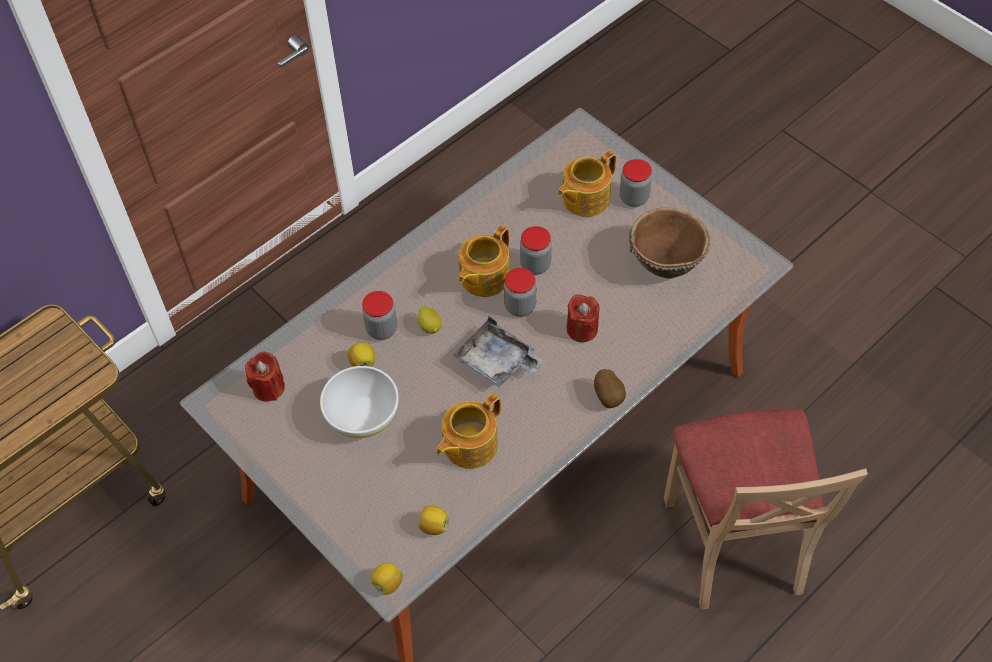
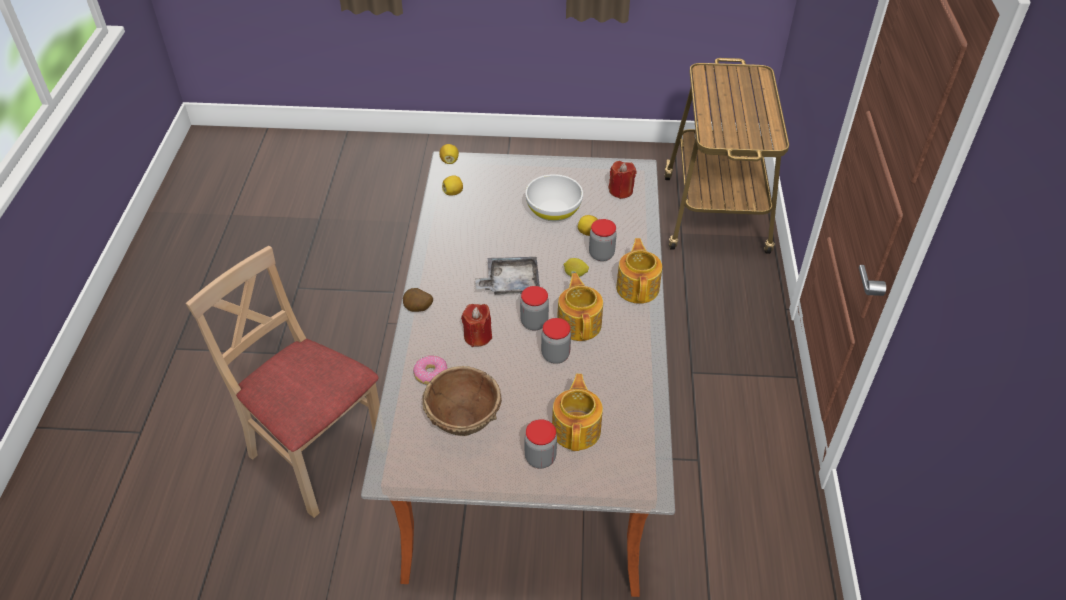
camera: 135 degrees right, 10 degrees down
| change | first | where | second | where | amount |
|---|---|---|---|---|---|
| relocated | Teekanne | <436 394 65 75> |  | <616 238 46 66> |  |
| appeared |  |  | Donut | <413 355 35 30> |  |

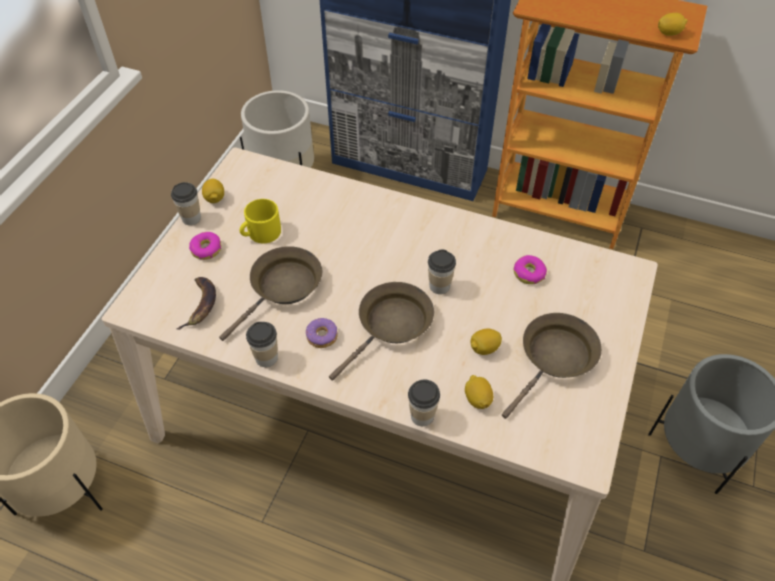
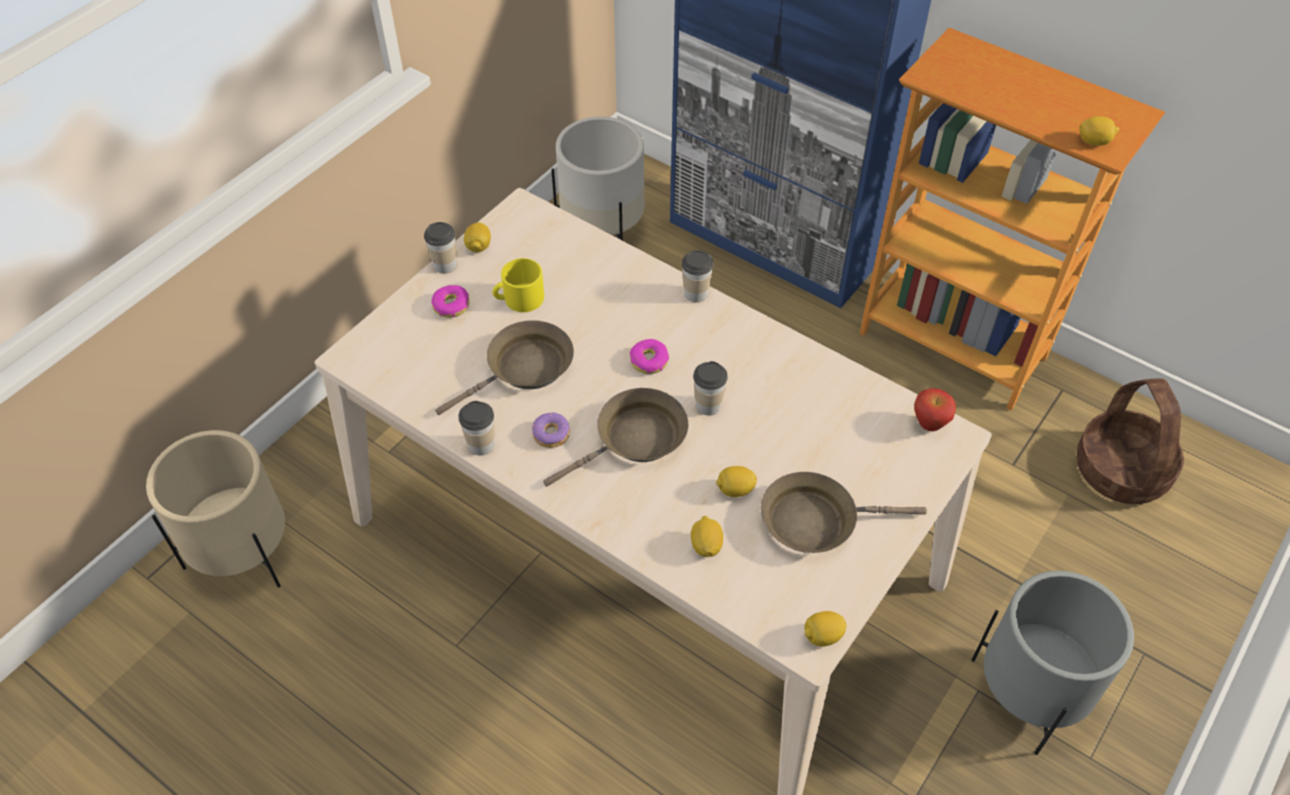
camera: 15 degrees right, 0 degrees up
| change | first | where | second | where | amount |
|---|---|---|---|---|---|
| relocated | Donut | <514 255 33 29> |  | <630 339 39 35> |  |
| missing | Banane | <177 277 39 53> |  |  |  |
| spun | Pfanne/braun | <502 313 100 106> |  | <761 472 166 81> | 150 degrees counterclockwise |
| relocated | Tasse | <408 380 32 46> |  | <682 250 31 52> |  |
| appeared |  |  | Korb | <1077 378 107 126> |  |
| appeared |  |  | Apfel | <914 388 42 43> |  |
| appeared |  |  | Zitrone | <804 611 42 36> |  |

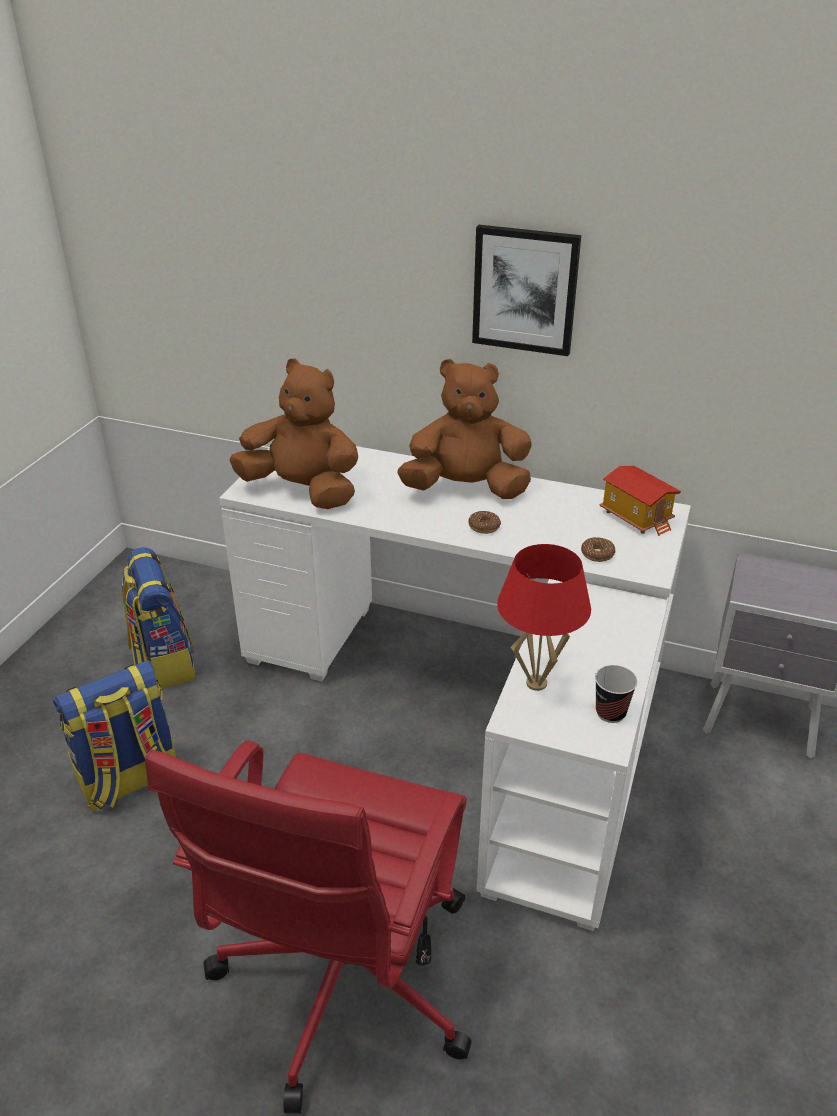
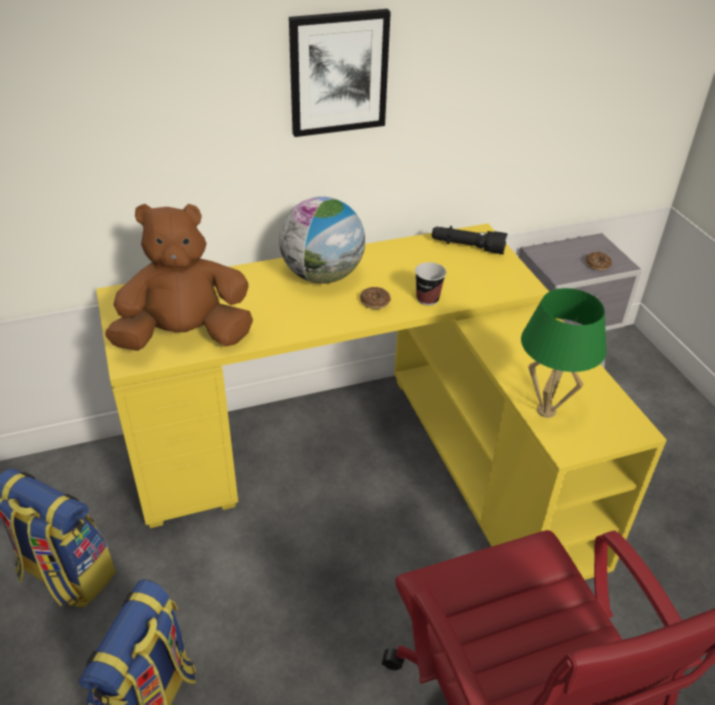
camera: 40 degrees left, 5 degrees up
| change | first | where | second | where | amount |
|---|---|---|---|---|---|
| exchanged | Plüschtier/braun | <397 359 135 140> | Globus | <279 197 86 87> |  |
| colour | Schreibtisch/weiß | <219 446 472 485> | Schreibtisch/gelb | <96 223 571 357> |  |
| exchanged | Spielzeughaus | <599 466 82 70> | Taschenlampe/schwarz | <432 226 75 28> |  |
| relocated | Donut | <581 537 34 25> |  | <585 252 27 19> |  |
| colour | Tischlampe/rot | <497 544 94 147> | Tischlampe/grün | <521 288 86 130> |  |
| relocated | Tasse | <595 665 43 58> |  | <415 262 31 44> |  |

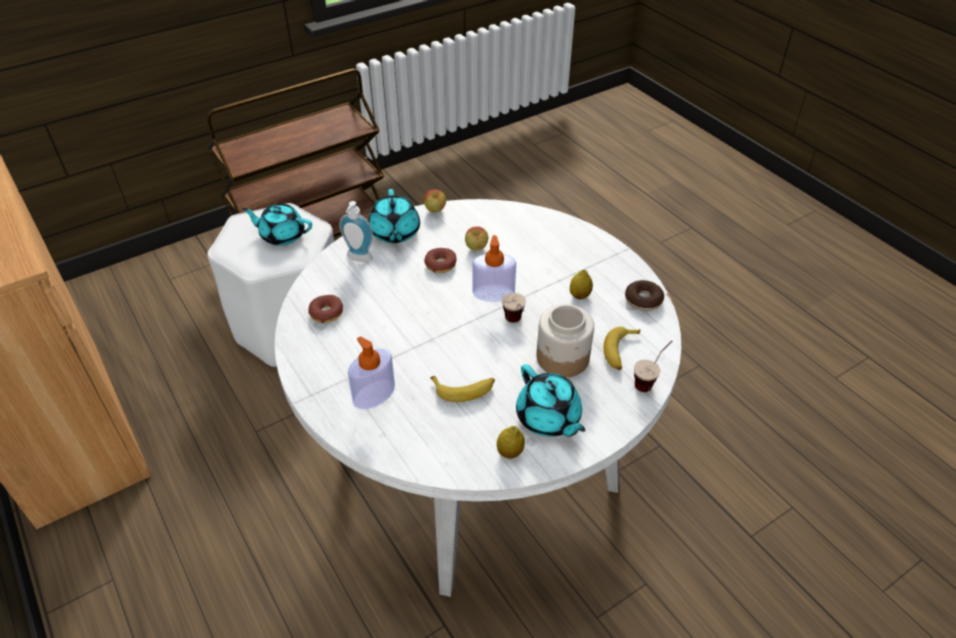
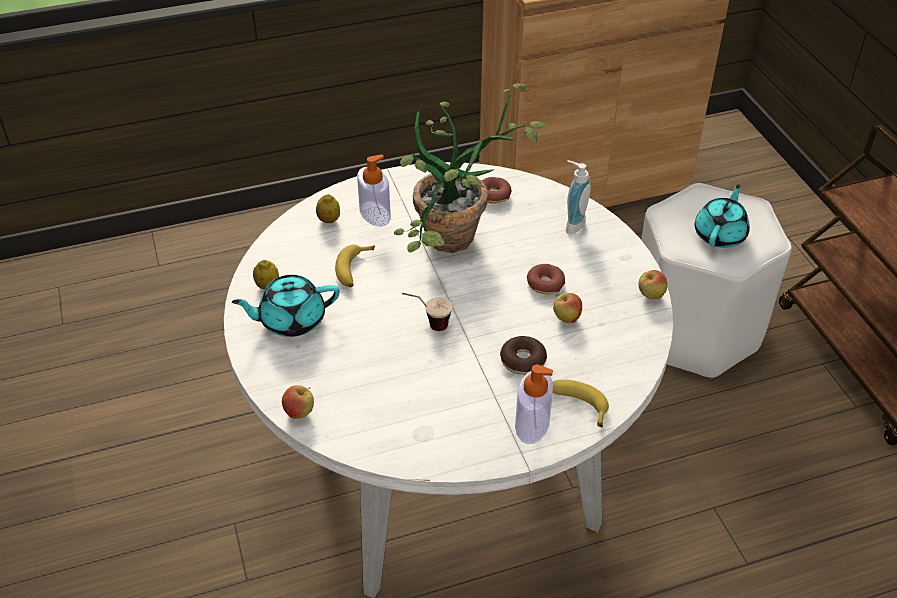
camera: 105 degrees right, 0 degrees up
| change | first | where | second | where | amount |
|---|---|---|---|---|---|
| missing | Teekanne/türkis | <368 189 52 54> |  |  |  |
| relocated | Seifenspender | <472 235 44 67> |  | <515 365 38 79> |  |
| relocated | Zitrone | <570 270 23 30> |  | <316 194 24 29> |  |
| relocated | Donut | <625 280 39 31> |  | <500 336 47 39> |  |
| missing | Vorratsglas | <536 304 58 73> |  |  |  |
| relocated | Banane | <604 327 37 43> |  | <552 379 57 48> |  |
| exchanged | Tasse | <634 340 38 52> | Apfel | <282 385 32 34> |  |
| appeared |  |  | Topfpflanze | <394 83 153 170> |  |

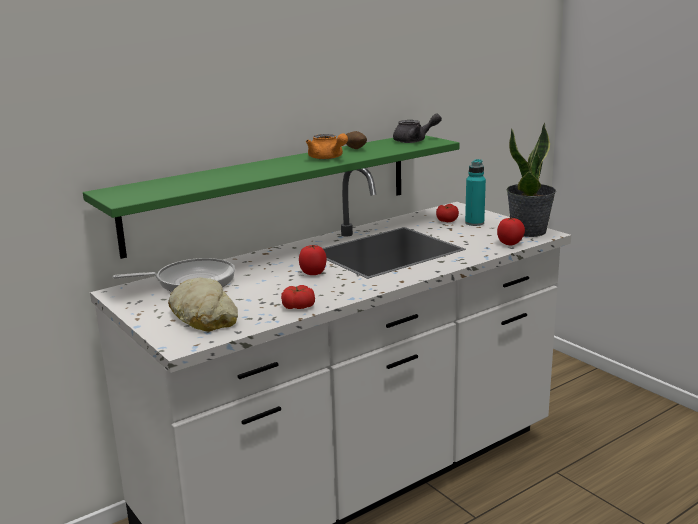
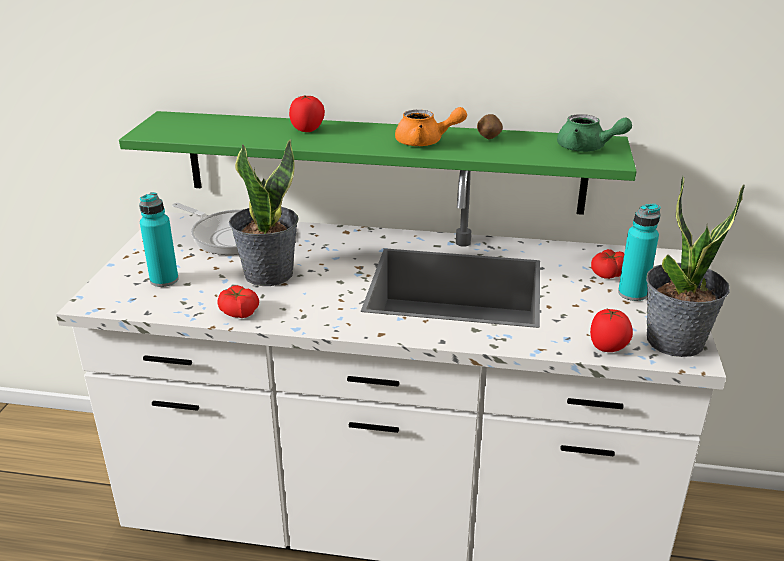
camera: 45 degrees right, 10 degrees up
| change | first | where | second | where | amount |
|---|---|---|---|---|---|
| colour | Teekanne/grau | <393 114 49 29> | Teekanne/grün | <557 114 75 38> |  |
| spun | Teekanne/orange | <306 134 42 25> |  | <395 107 72 39> | 90 degrees counterclockwise |
| relocated | Tomate | <299 245 28 30> |  | <289 95 36 37> |  |
| exchanged | Brot | <168 277 70 55> | Flasche/türkis | <139 192 40 95> |  |
| appeared |  |  | Topfpflanze | <229 139 69 147> |  |

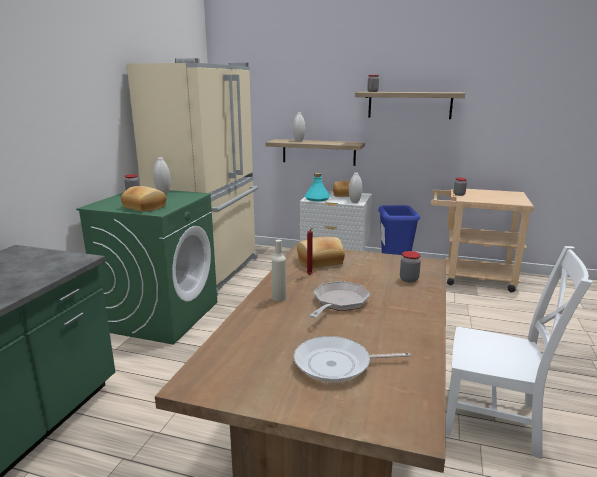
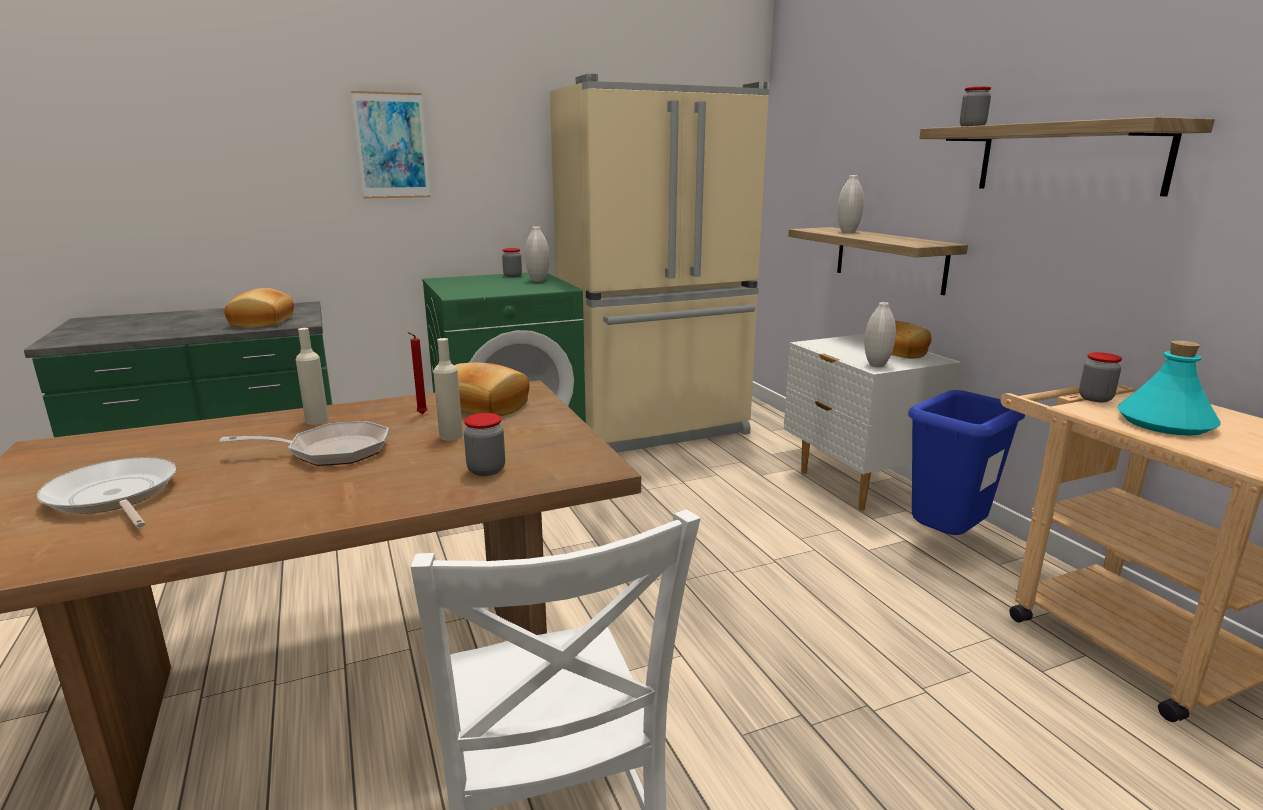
camera: 50 degrees right, 0 degrees up
| change | first | where | second | where | amount |
|---|---|---|---|---|---|
| relocated | Flasche/türkis | <305 173 25 28> |  | <1117 341 104 95> |  |
| relocated | Brot | <121 186 45 26> |  | <224 288 70 40> |  |
| appeared |  |  | Bild | <351 91 79 108> |  |
| appeared |  |  | Flasche/beige | <433 338 30 103> |  |

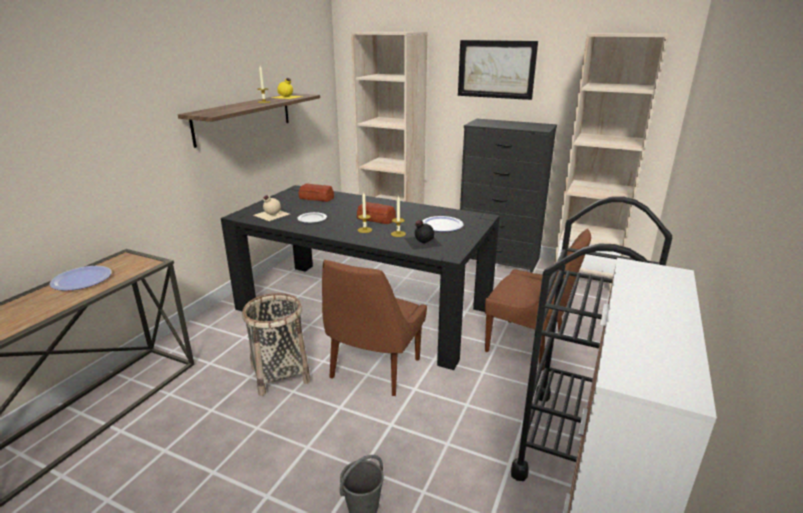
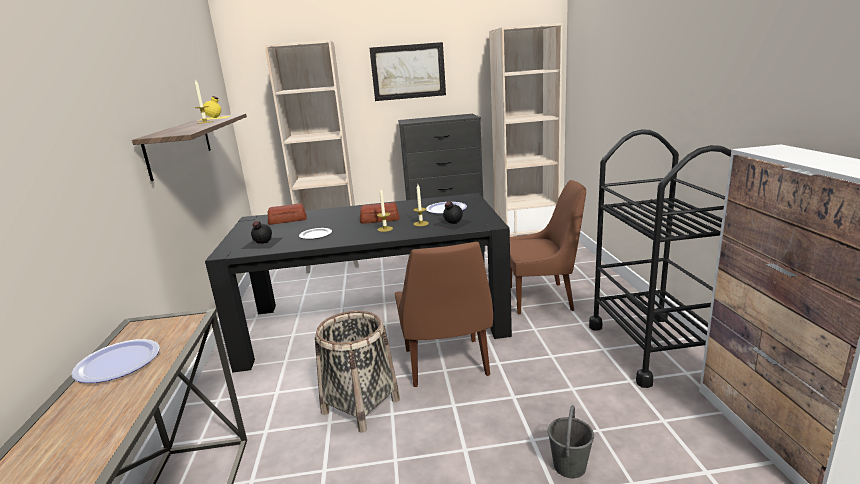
camera: 30 degrees left, 5 degrees down
| change | first | where | second | where | amount |
|---|---|---|---|---|---|
| colour | Flasche/beige | <254 196 35 25> | Flasche/schwarz | <241 221 42 28> |  |

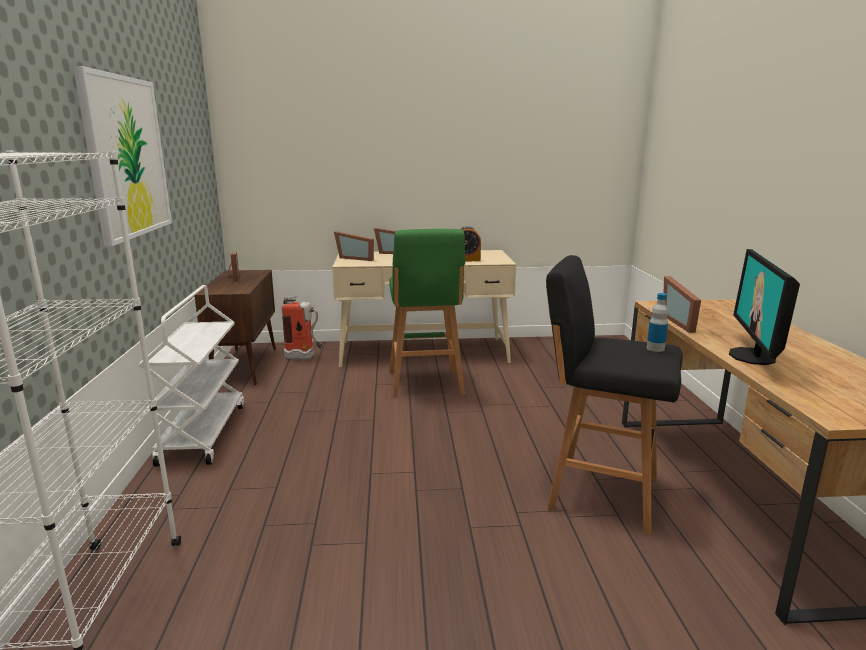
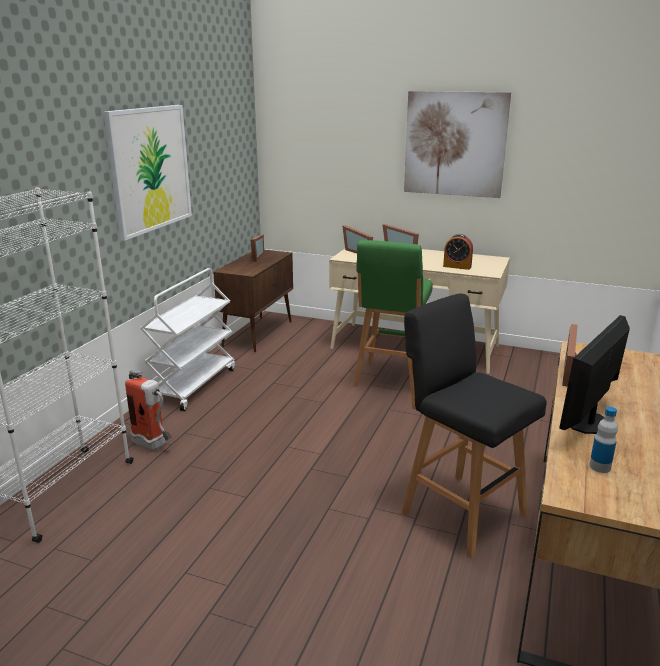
camera: 25 degrees right, 5 degrees up
| change | first | where | second | where | amount |
|---|---|---|---|---|---|
| relocated | Flasche | <647 293 22 59> |  | <589 407 29 66> |  |
| relocated | Feuerlöscher | <282 296 42 64> |  | <125 370 47 80> |  |
| appeared |  |  | Bild | <404 91 107 107> |  |

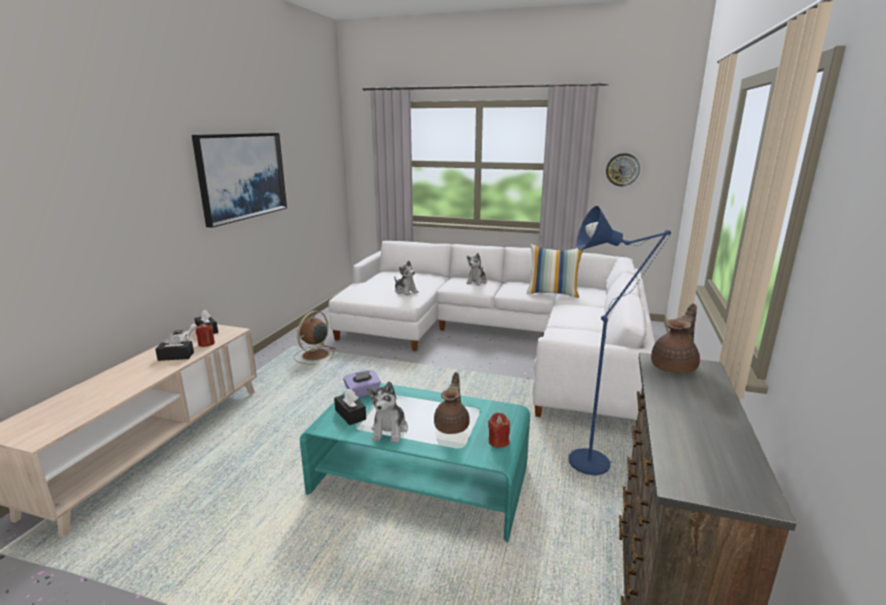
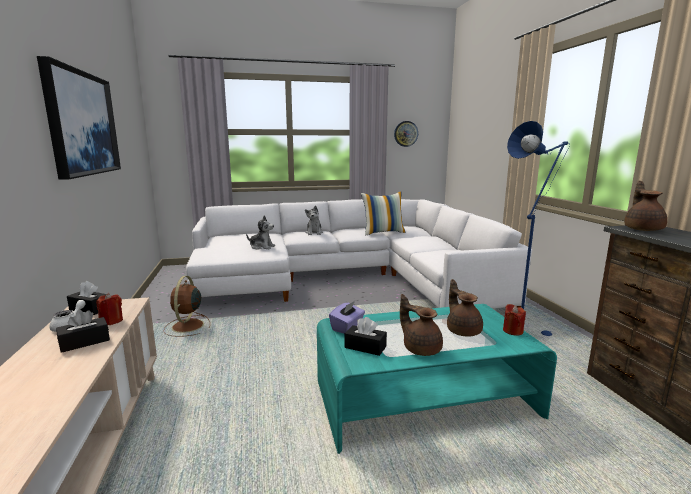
camera: 30 degrees left, 5 degrees down
| change | first | where | second | where | amount |
|---|---|---|---|---|---|
| exchanged | Plüschtier | <367 381 41 62> | Teekanne/braun | <400 294 43 62> |  |

